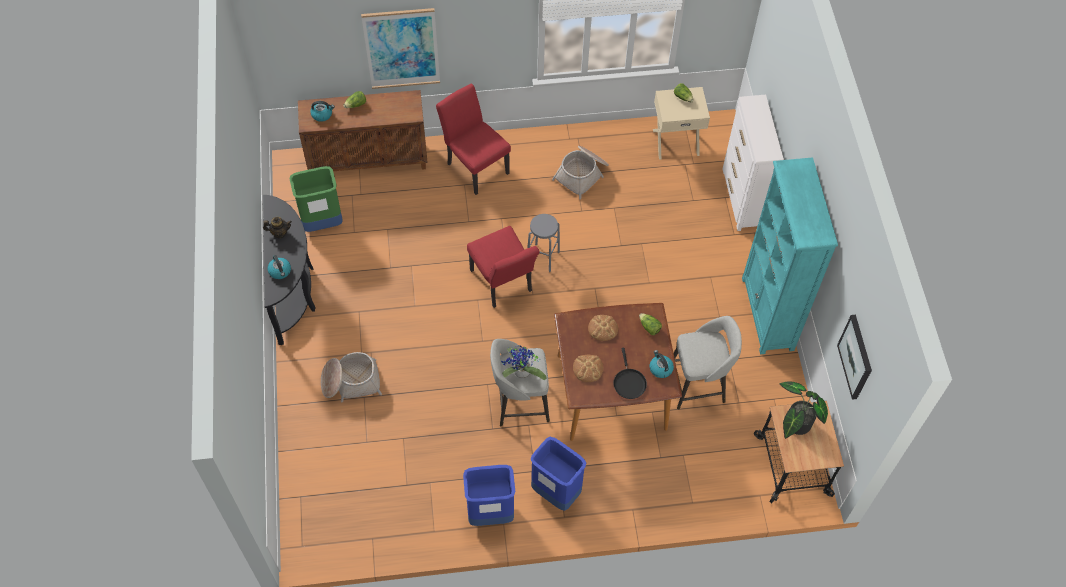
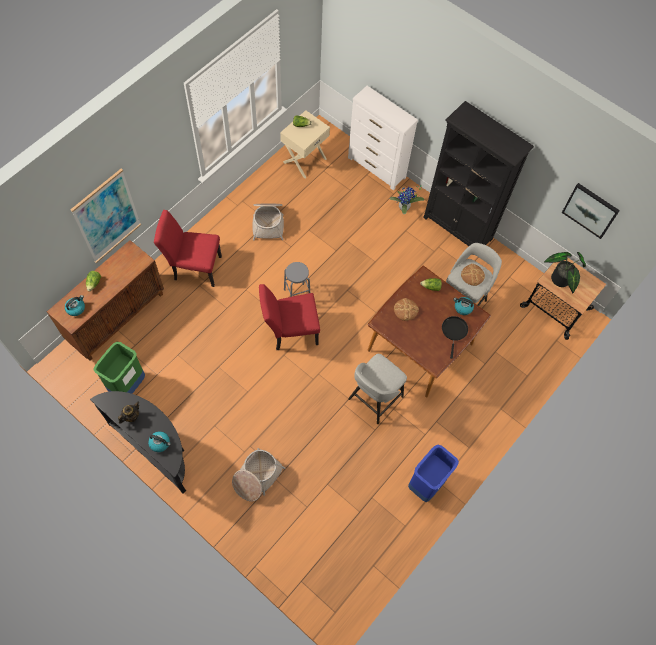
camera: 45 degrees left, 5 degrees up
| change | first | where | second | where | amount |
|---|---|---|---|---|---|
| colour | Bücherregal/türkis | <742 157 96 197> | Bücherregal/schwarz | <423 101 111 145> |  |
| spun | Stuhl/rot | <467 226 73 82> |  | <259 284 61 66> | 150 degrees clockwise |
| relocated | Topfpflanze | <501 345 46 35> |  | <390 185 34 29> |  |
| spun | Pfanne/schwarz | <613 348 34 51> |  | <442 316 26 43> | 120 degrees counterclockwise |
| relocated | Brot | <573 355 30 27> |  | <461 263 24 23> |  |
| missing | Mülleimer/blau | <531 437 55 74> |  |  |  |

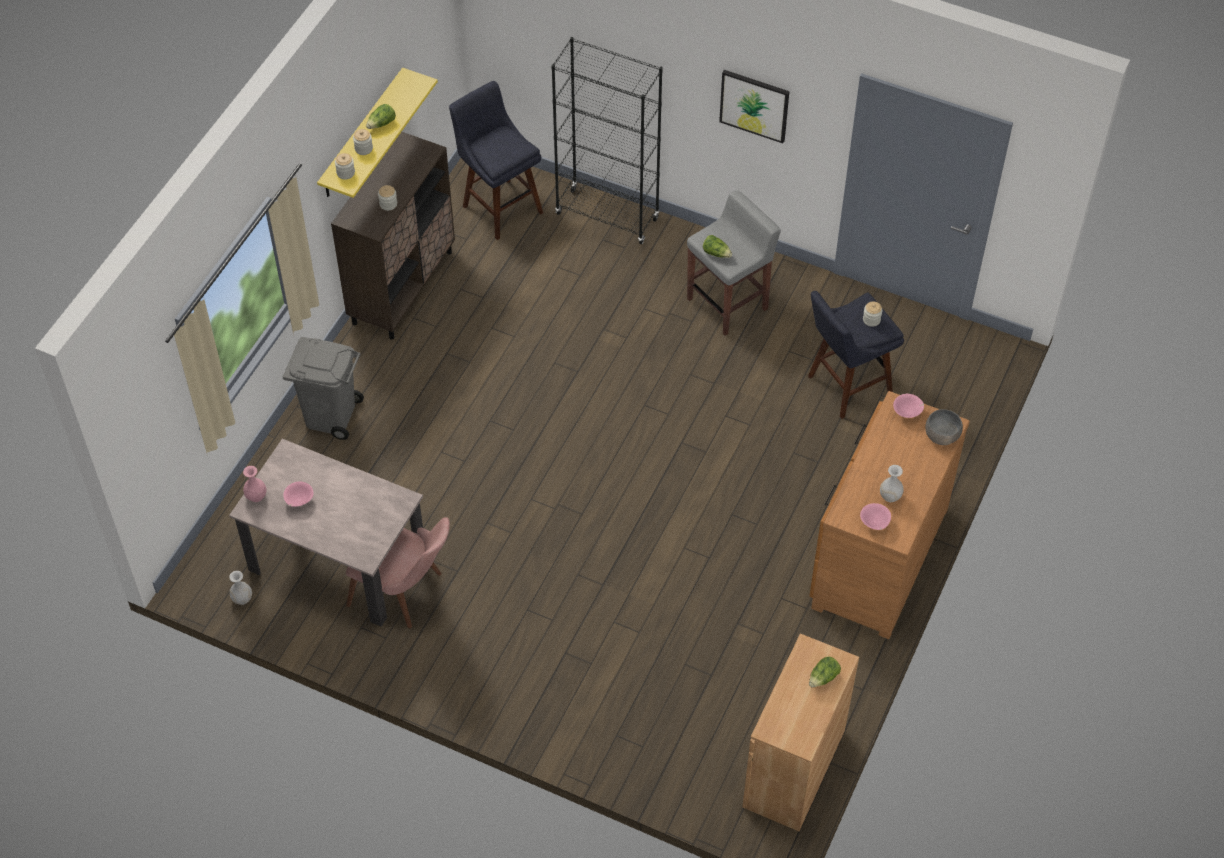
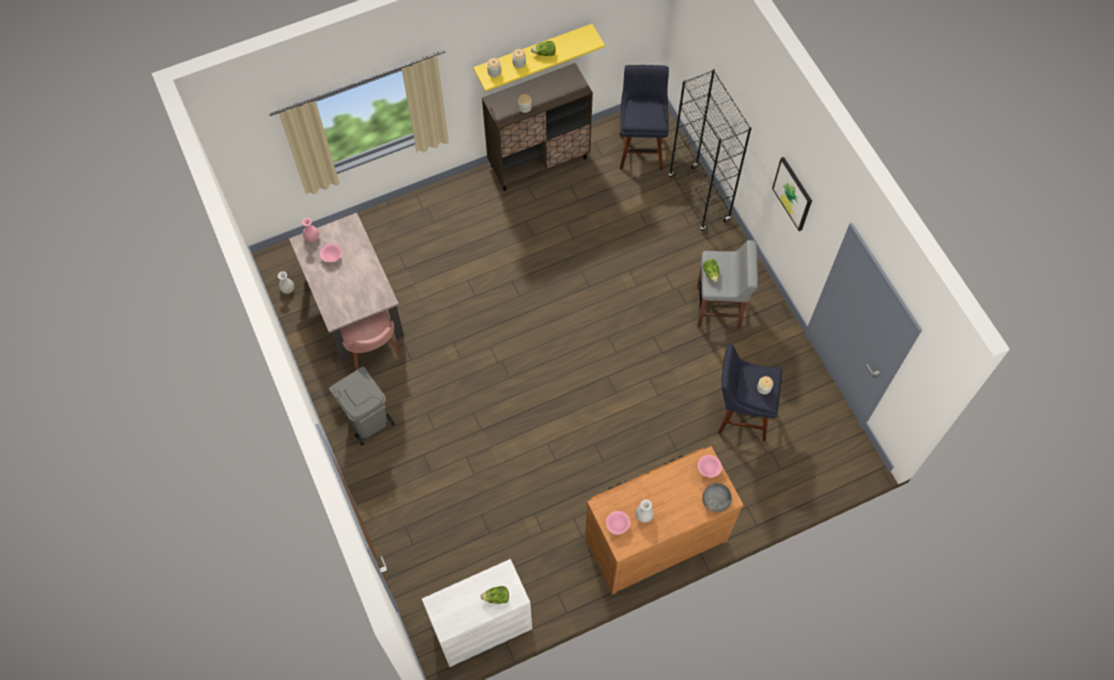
camera: 40 degrees right, 10 degrees up
| change | first | where | second | where | amount |
|---|---|---|---|---|---|
| relocated | Mülleimer/grau | <283 337 81 103> |  | <329 366 66 80> |  |
| colour | Schrank/braun | <742 633 117 198> | Schrank/weiß | <422 559 110 108> |  |

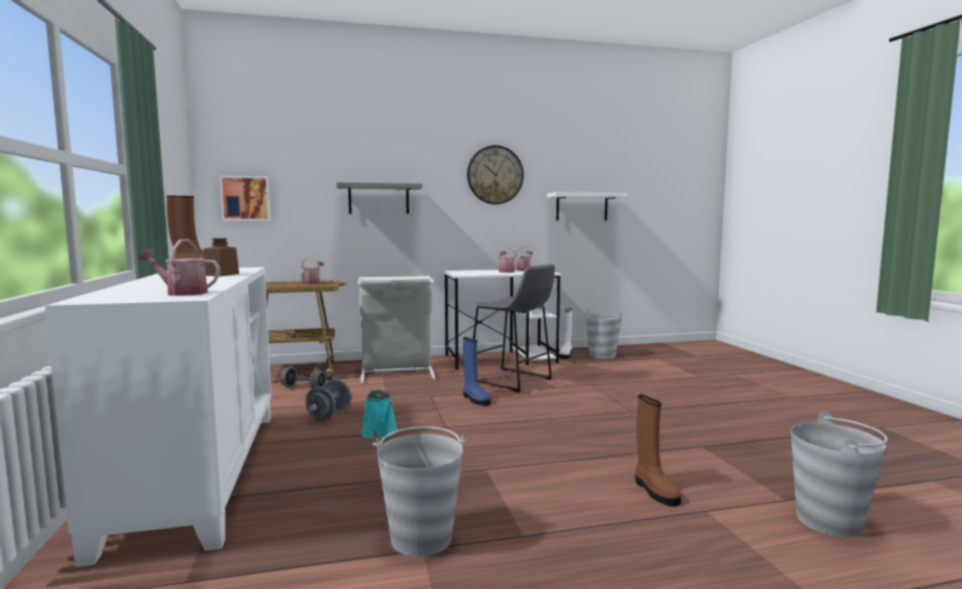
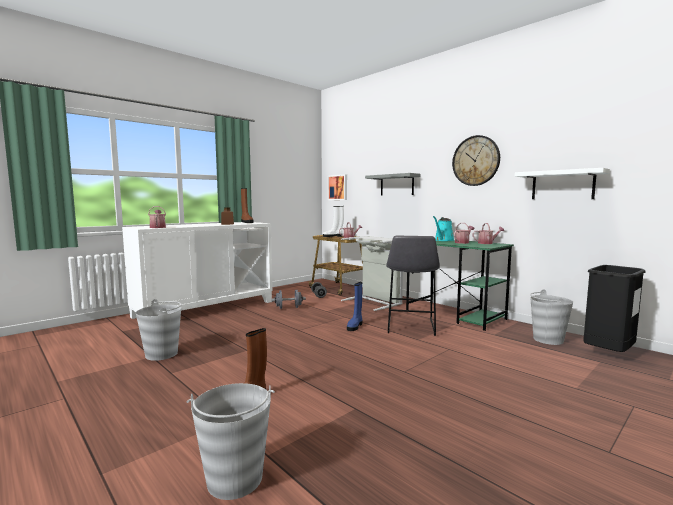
camera: 60 degrees right, 0 degrees up
| change | first | where | second | where | amount |
|---|---|---|---|---|---|
| colour | Schreibtisch/weiß | <443 269 119 101> | Schreibtisch/grün | <406 240 108 91> |  |
| relocated | Stiefel/weiß | <559 308 13 51> |  | <323 206 21 31> |  |
| relocated | Gießkanne/türkis | <361 389 37 50> |  | <433 216 21 25> |  |
| appeared |  |  | Mülleimer/schwarz | <583 265 63 87> |  |

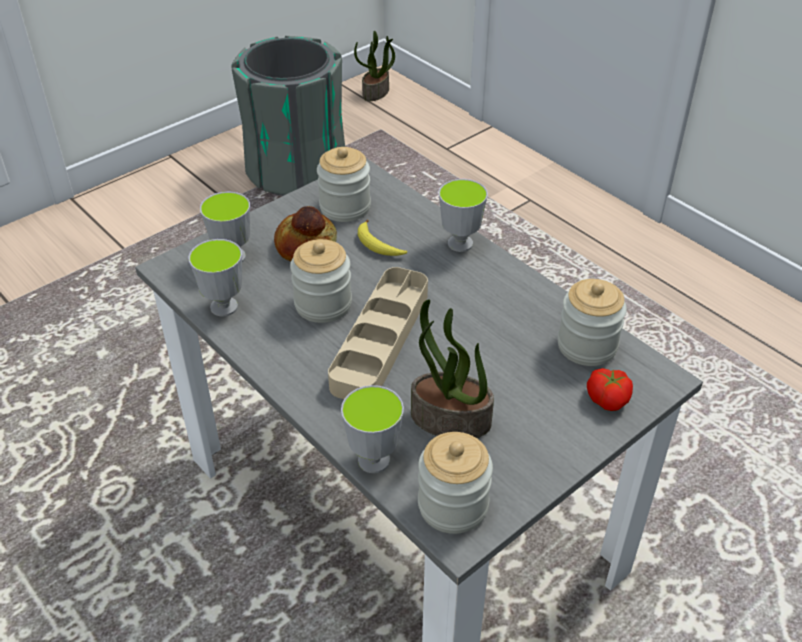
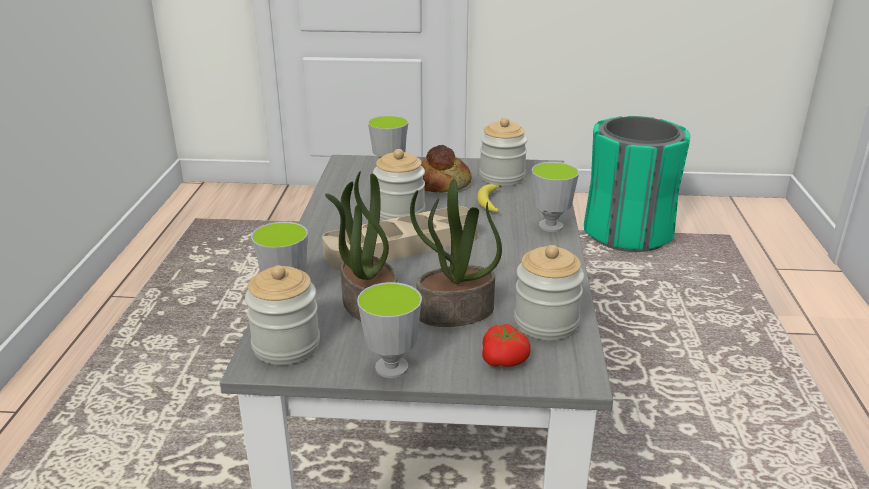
camera: 45 degrees right, 15 degrees down
| change | first | where | second | where | amount |
|---|---|---|---|---|---|
| relocated | Topfpflanze | <354 31 41 70> |  | <410 179 92 148> |  |
| colour | Mülleimer/grau | <231 36 114 160> | Mülleimer/grün | <584 116 106 136> |  |
| relocated | Tasse | <188 239 54 77> |  | <357 282 65 96> |  |

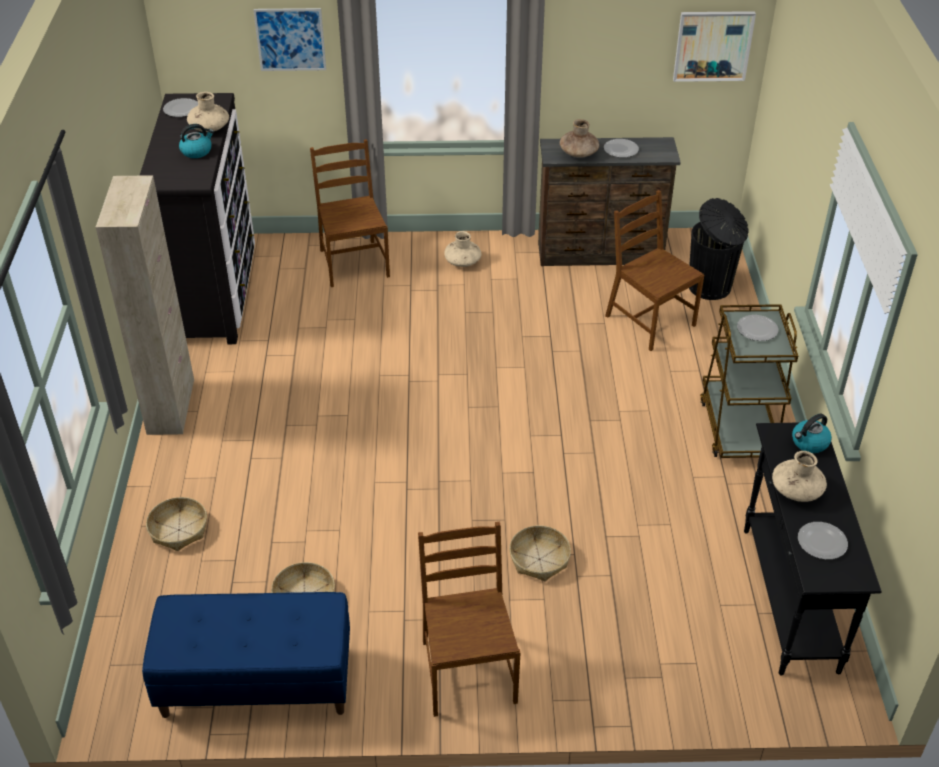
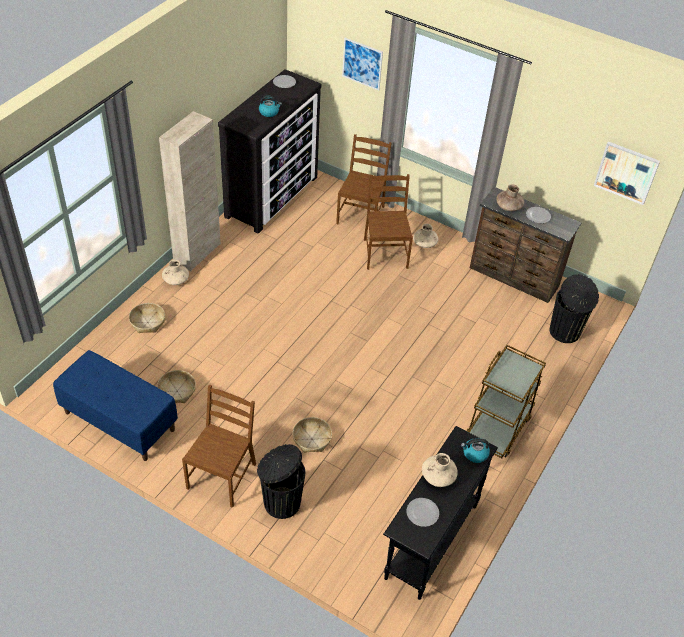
camera: 30 degrees right, 5 degrees up
| change | first | where | second | where | amount |
|---|---|---|---|---|---|
| relocated | Vase/beige | <187 92 42 40> |  | <162 260 27 25> |  |
| relocated | Stuhl/braun | <605 190 99 161> |  | <364 174 49 96> |  |
| missing | Teller | <737 315 41 26> |  |  |  |
| appeared |  |  | Mülleimer/schwarz | <257 444 48 75> |  |

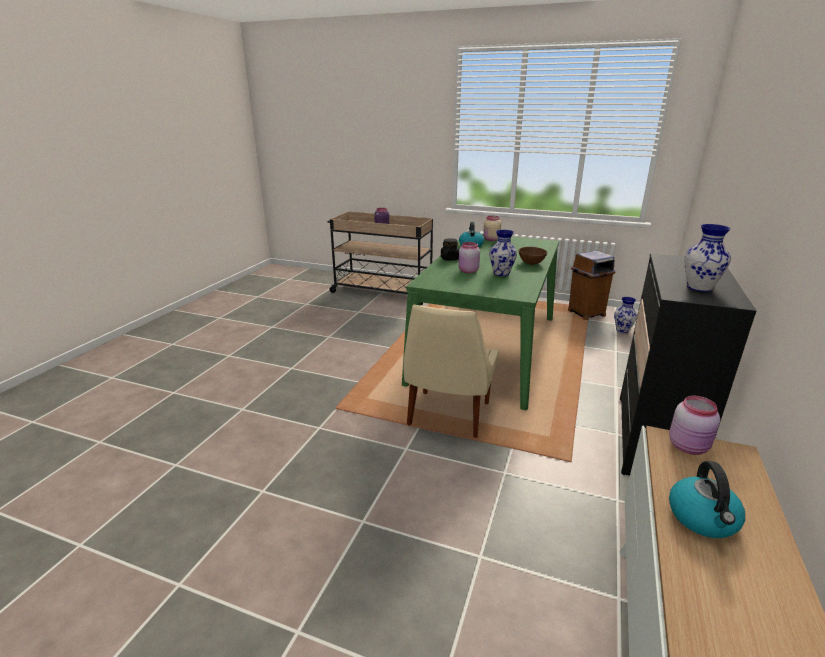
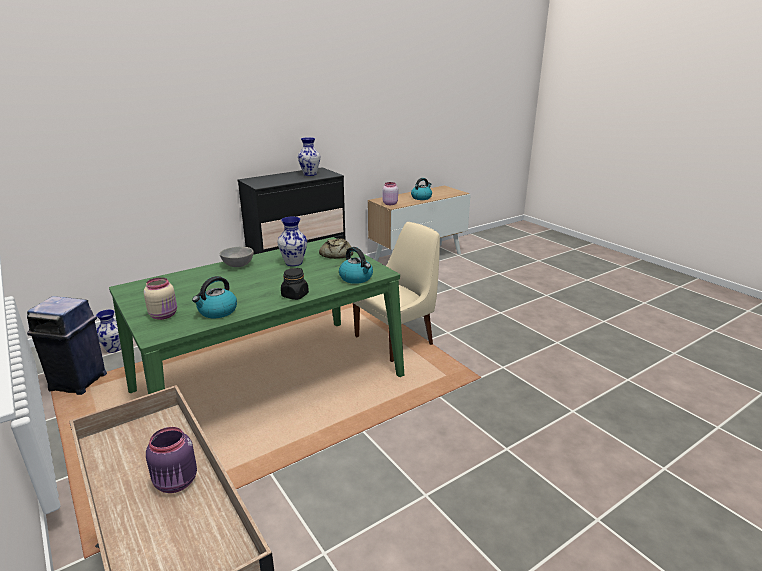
camera: 145 degrees left, 0 degrees up
| change | first | where | second | where | amount |
|---|---|---|---|---|---|
| missing | Vorratsglas/rosa | <458 242 22 31> |  |  |  |
| colour | Schüssel/braun | <519 247 28 18> | Schüssel/grau | <220 247 34 20> |  |
| colour | Mülleimer/braun | <568 251 47 69> | Mülleimer/blau | <27 296 80 99> |  |
| appeared |  |  | Brot | <319 238 34 21> |  |
| appeared |  |  | Wasserkessel | <339 247 34 37> |  |

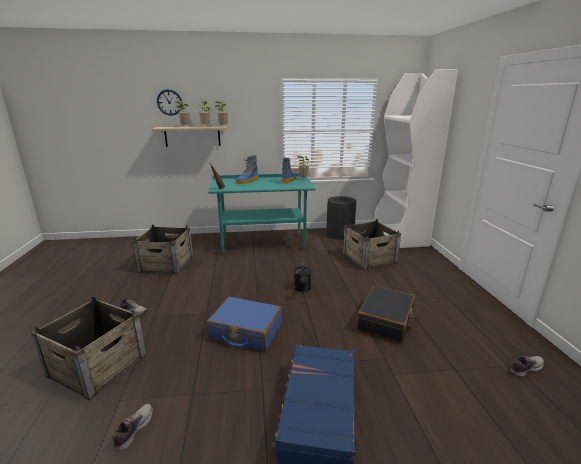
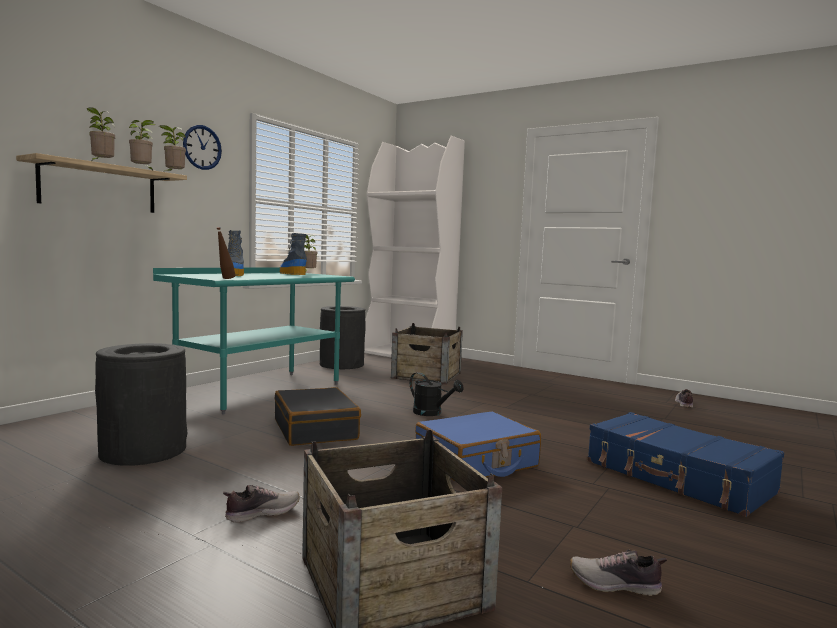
camera: 50 degrees left, 15 degrees down
| change | first | where | second | where | amount |
|---|---|---|---|---|---|
| relocated | Wanduhr | <157 89 25 27> |  | <183 125 39 45> |  |
| exchanged | Kiste | <132 224 61 50> | Mülleimer/schwarz | <95 343 92 123> |  |
| relocated | Koffer/schwarz | <357 286 58 56> |  | <275 387 86 59> |  |
| spun | Schuh | <111 404 42 46> |  | <570 549 97 47> | 45 degrees counterclockwise |

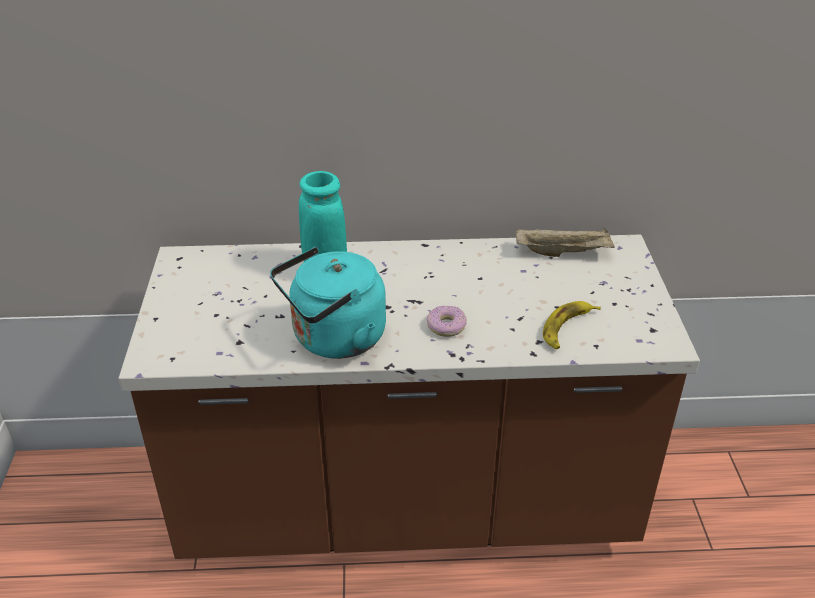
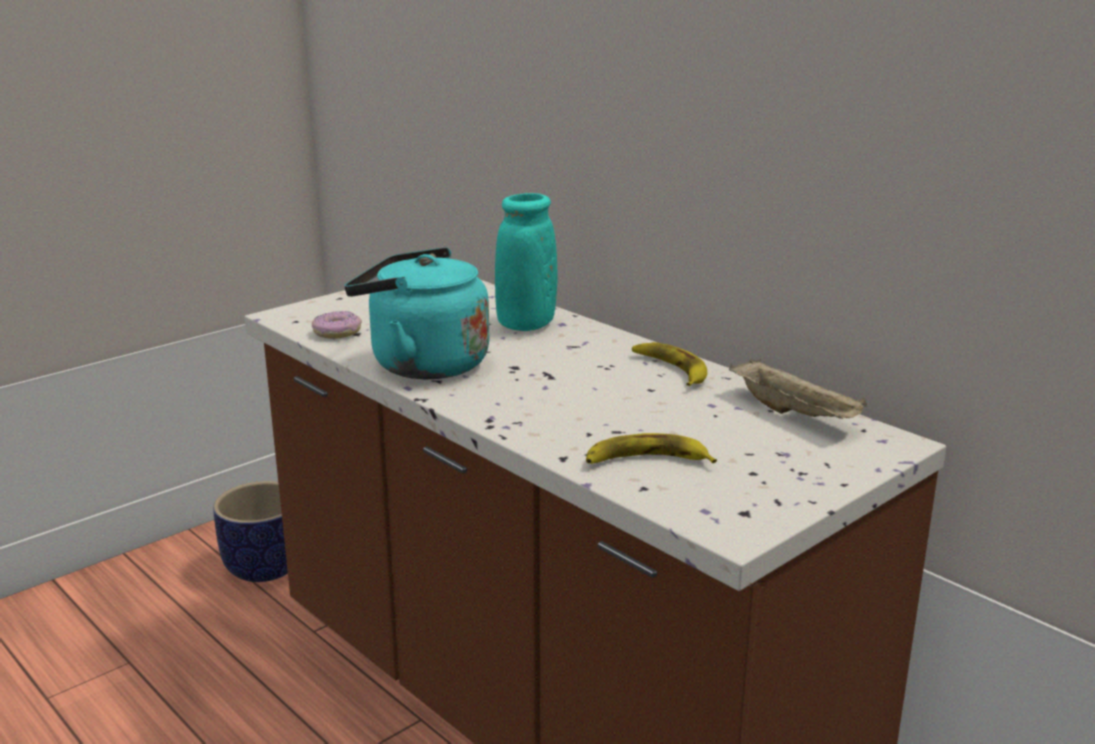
camera: 50 degrees right, 15 degrees down
| change | first | where | second | where | amount |
|---|---|---|---|---|---|
| relocated | Donut | <427 306 40 31> |  | <312 311 50 28> |  |
| appeared |  |  | Banane | <632 342 75 44> |  |
| appeared |  |  | Pflanzkübel | <213 481 75 101> |  |

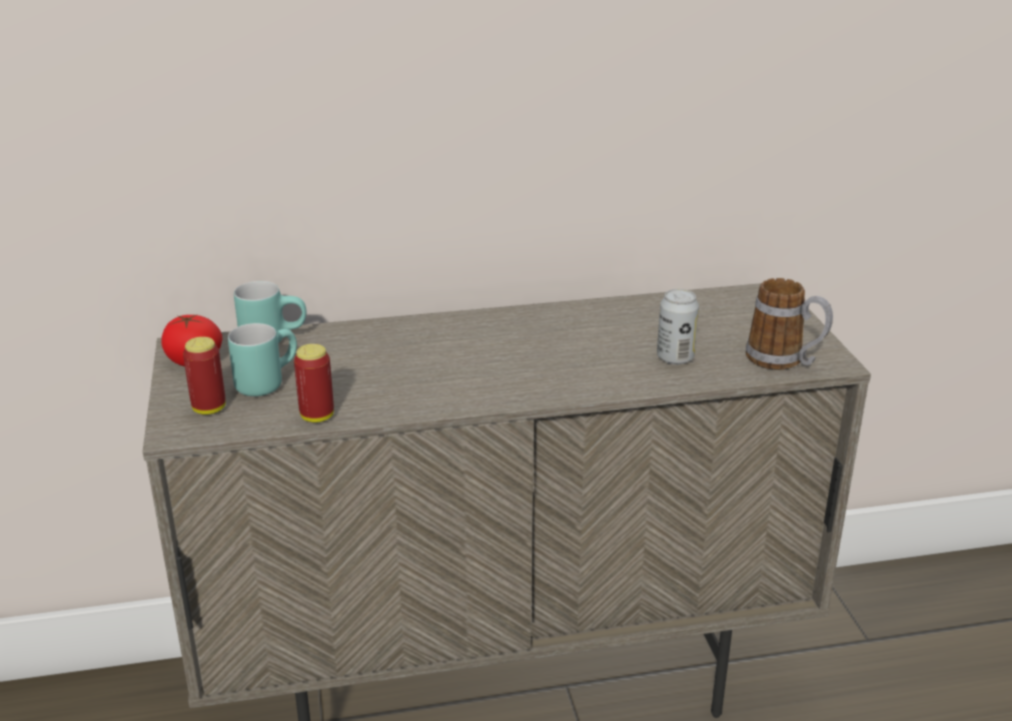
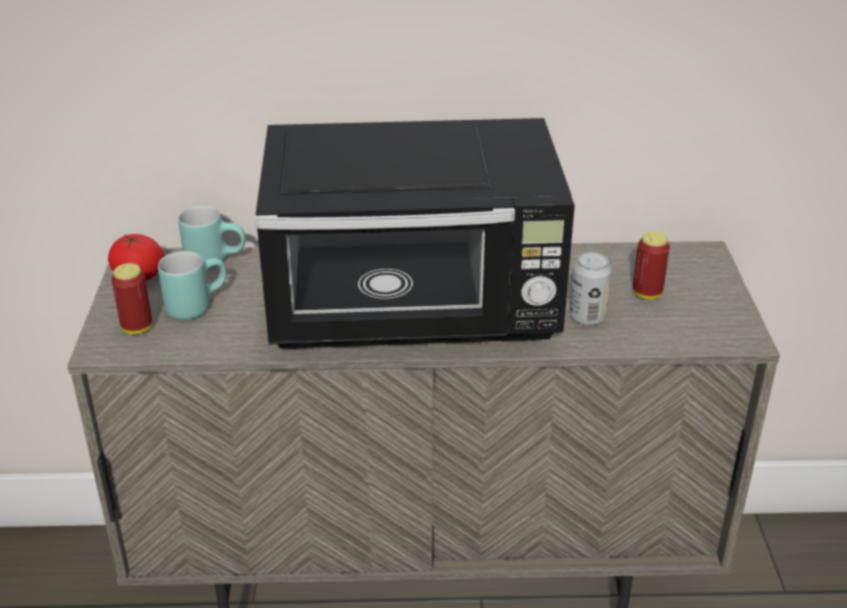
camera: 10 degrees right, 5 degrees up
| change | first | where | second | where | amount |
|---|---|---|---|---|---|
| missing | Henkelbecher | <746 278 87 92> |  |  |  |
| relocated | Dose | <294 344 40 78> |  | <633 231 37 69> |  |
| appeared |  |  | Mikrowelle/schwarz | <255 118 320 231> |  |

